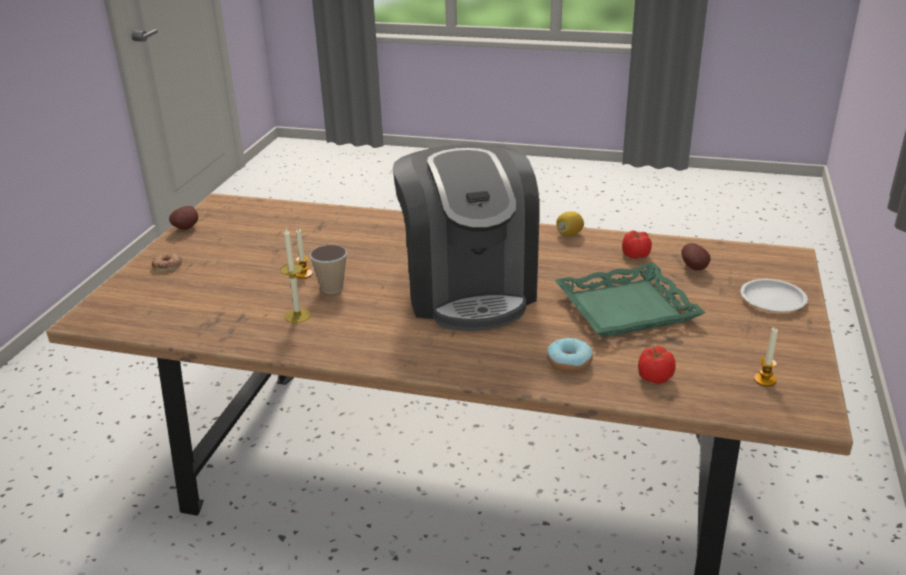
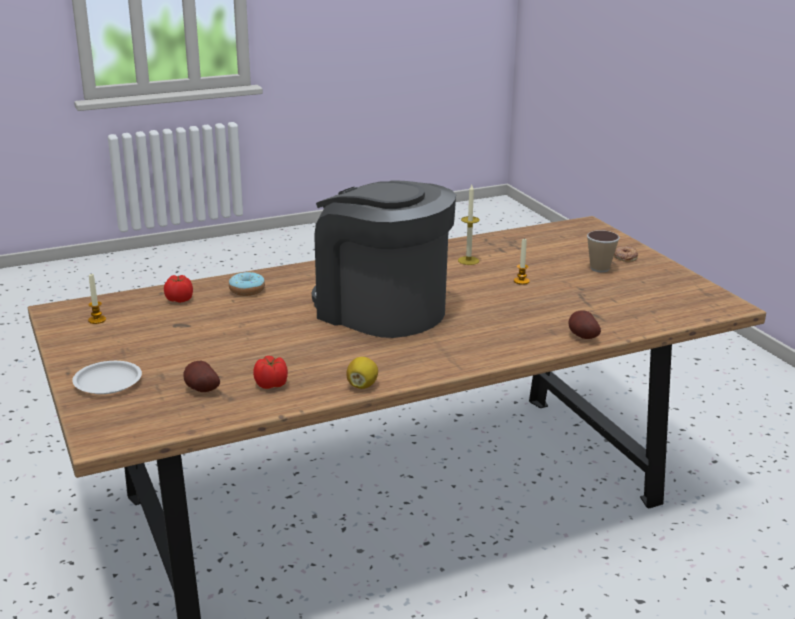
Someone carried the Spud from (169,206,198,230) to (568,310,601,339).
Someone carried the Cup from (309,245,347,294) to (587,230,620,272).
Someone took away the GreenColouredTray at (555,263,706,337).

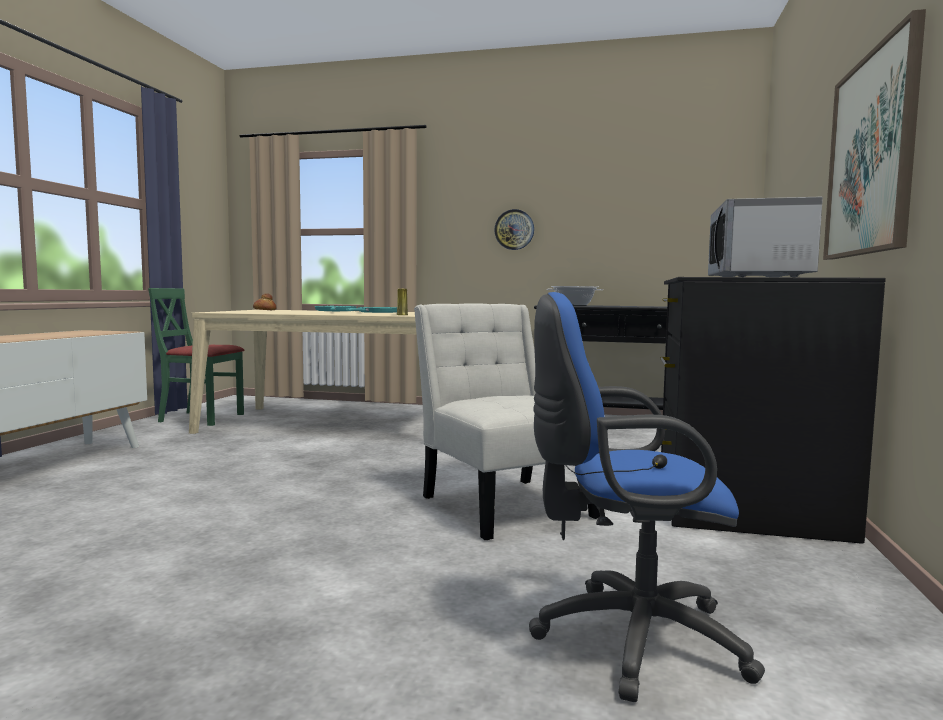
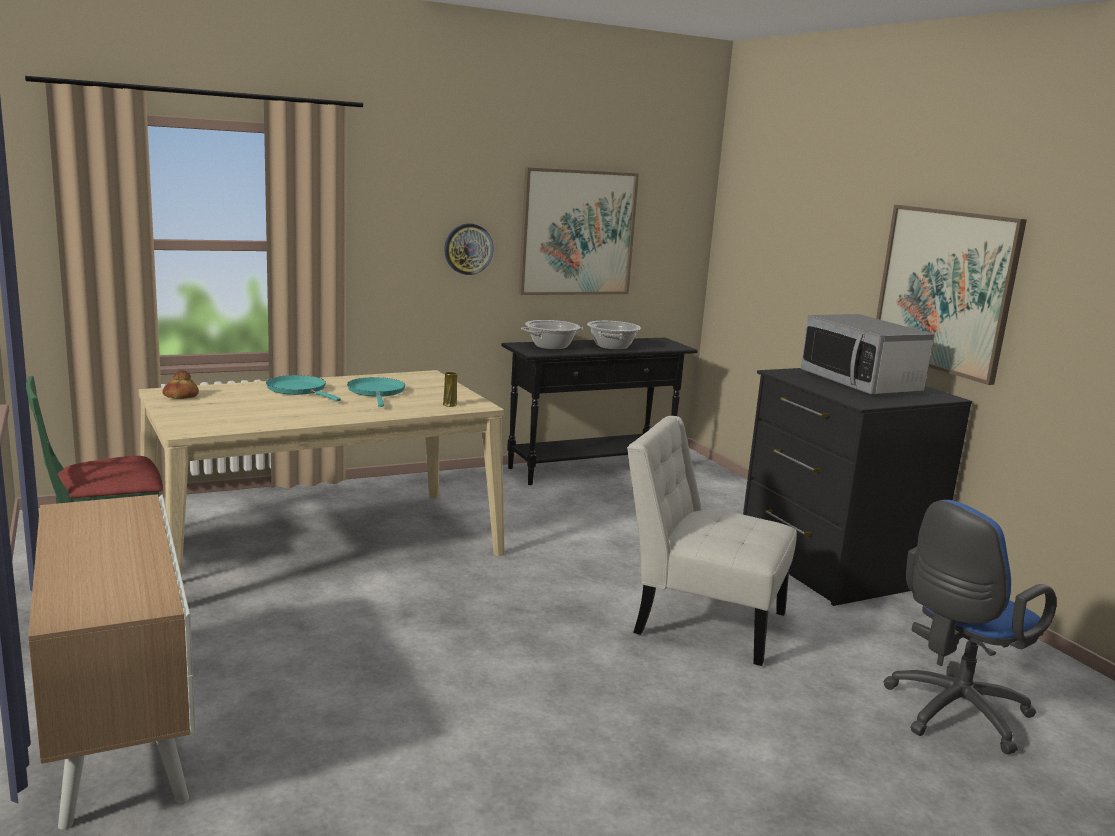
Someone put up the WallPicture at (519,167,639,295).
Someone put down the Stockpot at (587,321,641,350).

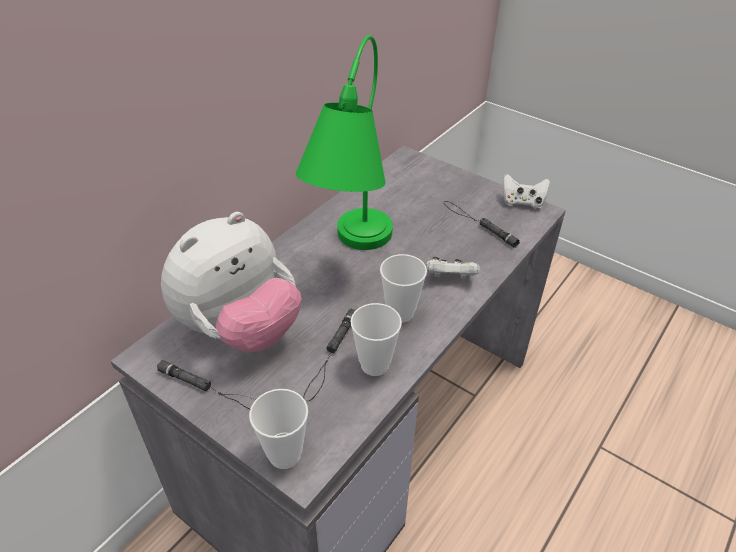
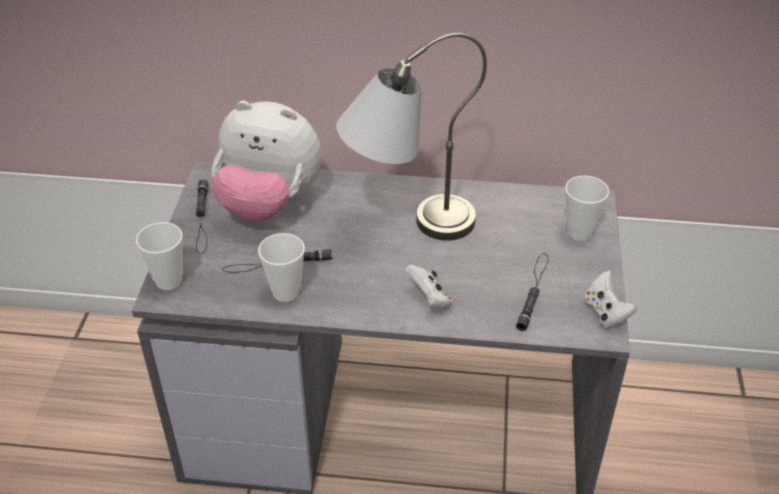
Someone repainted the GreenColouredLampForATable at (296,35,393,250), which became the GreyLampForATable at (336,33,487,241).
Someone carried the Cup from (380,254,427,323) to (565,175,609,241).

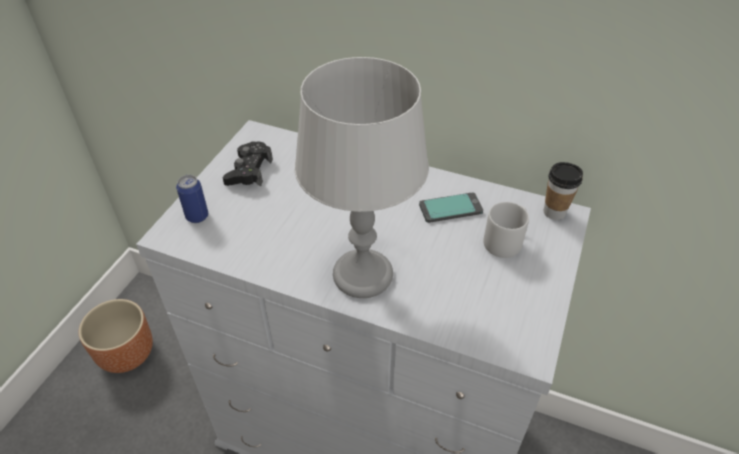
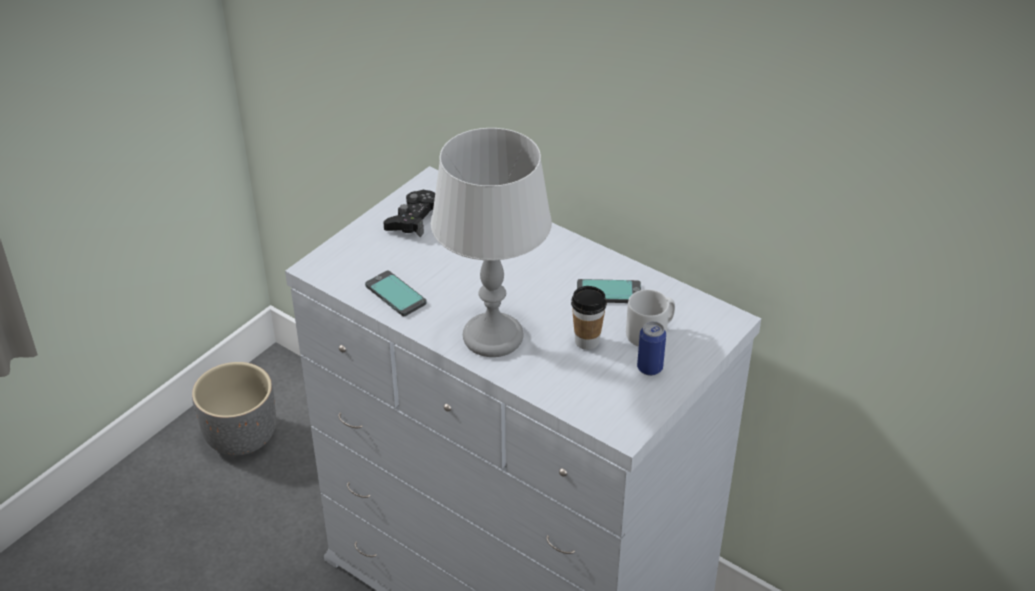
Someone carried the Cup from (544,162,583,220) to (571,286,607,350).
Someone carried the MetalCan from (176,175,208,223) to (637,321,666,376).
Someone repainted the BrownishFlowerPot at (79,299,153,373), which became the GreyFlowerPot at (192,362,276,455).
Someone put down the Handset at (365,271,427,316).

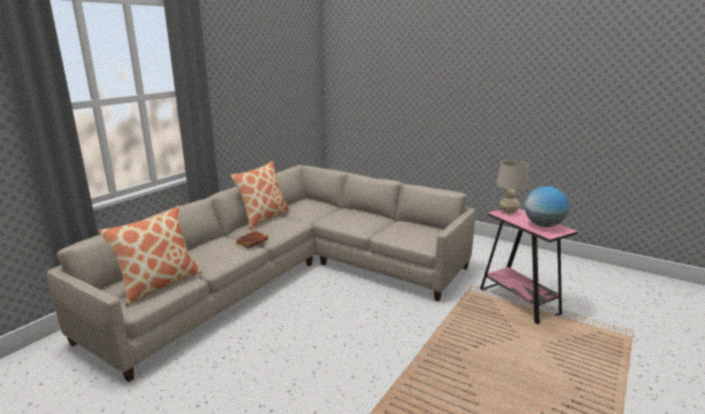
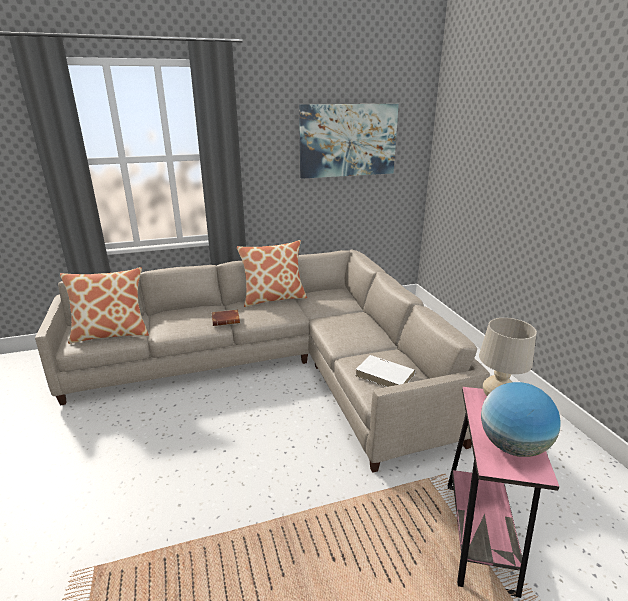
Someone put up the WallPicture at (299,104,399,179).
Someone put down the WhitishVolume at (355,355,415,387).

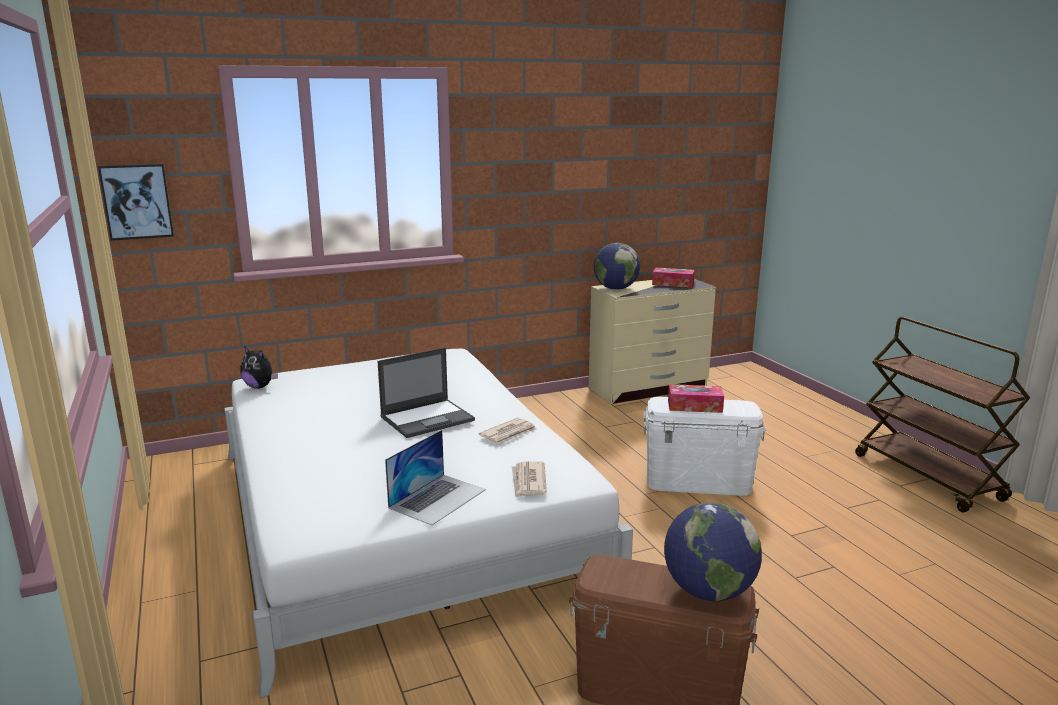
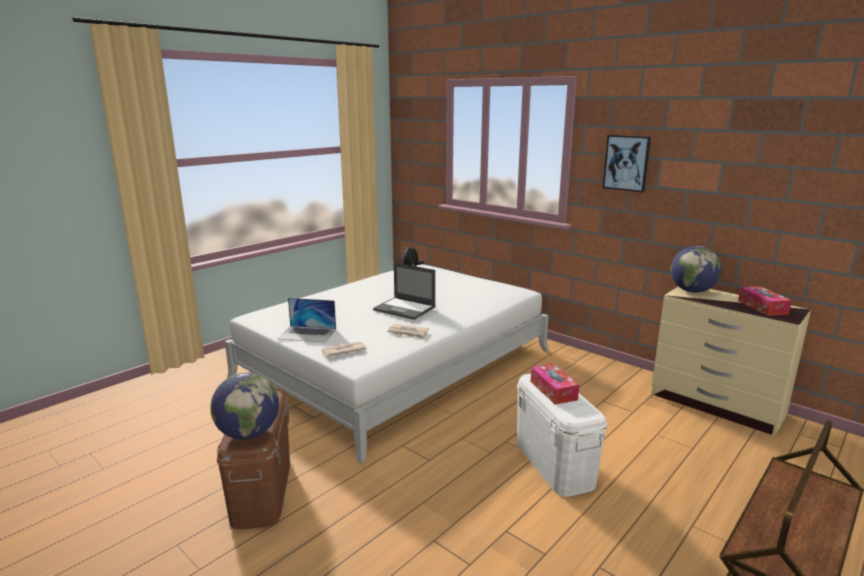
Someone carried the WallPicture from (98,164,174,241) to (603,135,651,192).

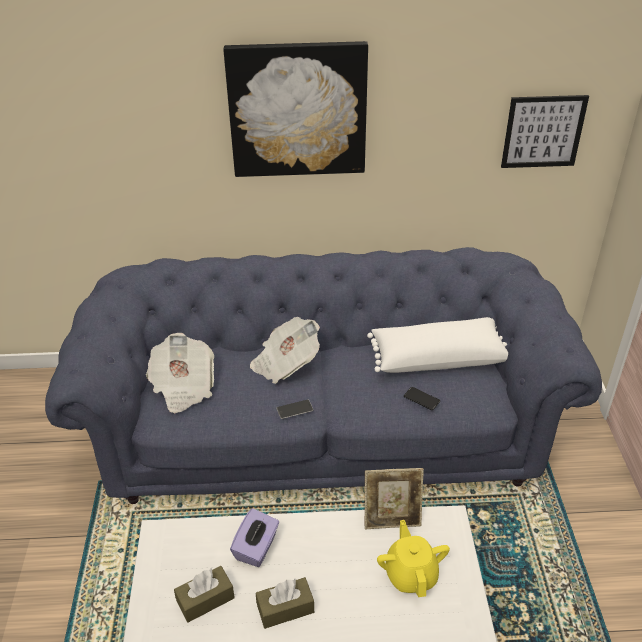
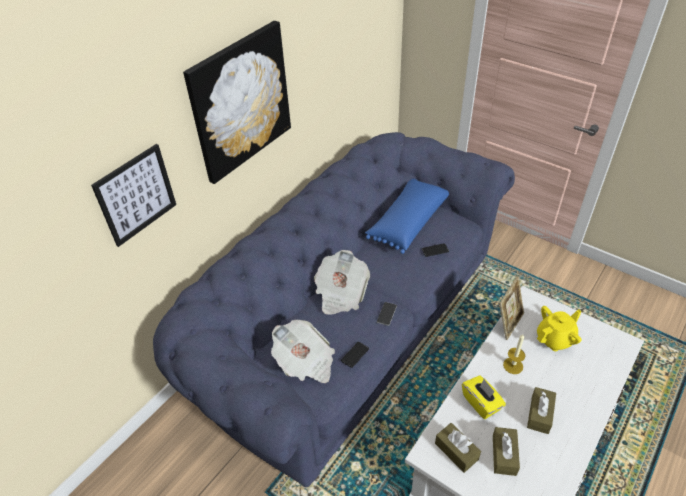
Someone carried the WallPicture from (501,95,589,168) to (91,144,176,247).
Someone repainted the WhitishThrowPillow at (367,317,508,373), which became the BluishThrowPillow at (365,179,449,254).
Someone repainted the PurpleBoxOfTissues at (230,508,279,567), which became the YellowishBoxOfTissues at (462,375,506,419).
Someone rotated the YellowishTeaPot at (377,520,450,597) by 120 degrees clockwise.
Someone put down the WaxCandle at (503,334,525,374).
Someone put down the Handset at (341,342,369,368).
Someone put down the BrownishBoxOfTissues at (435,423,481,473).

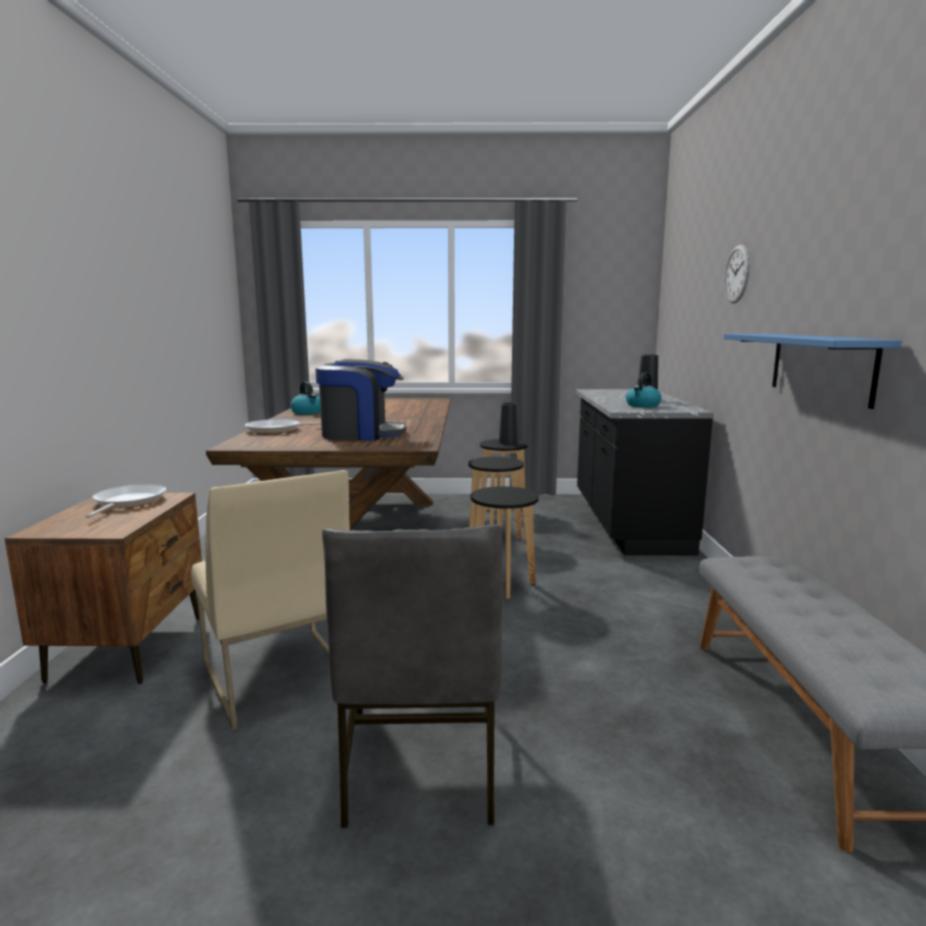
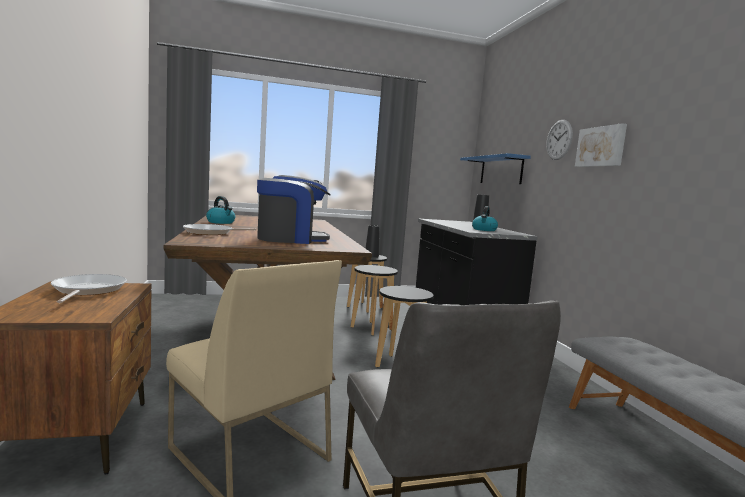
Someone carried the BluishWallShelf from (724,334,902,409) to (460,153,531,184).
Someone put up the WallPicture at (575,123,627,167).

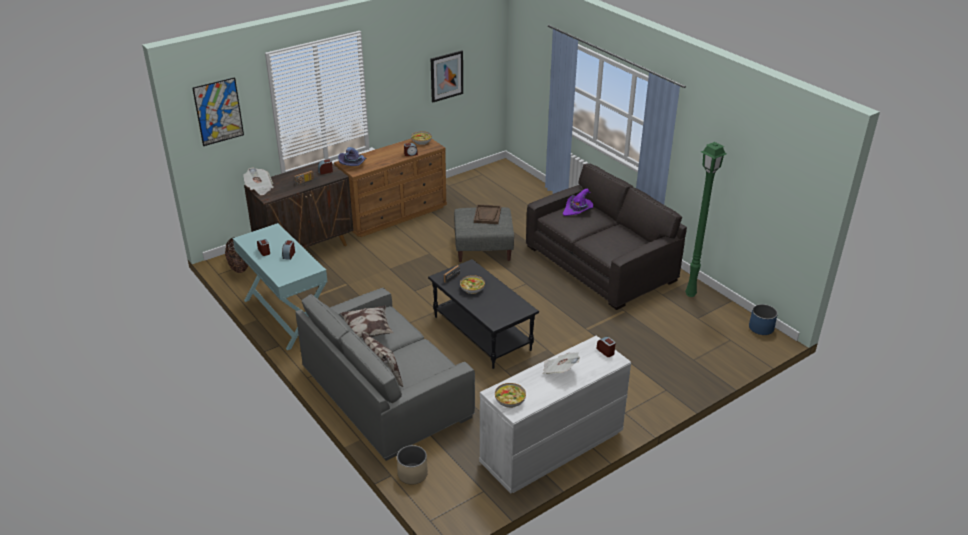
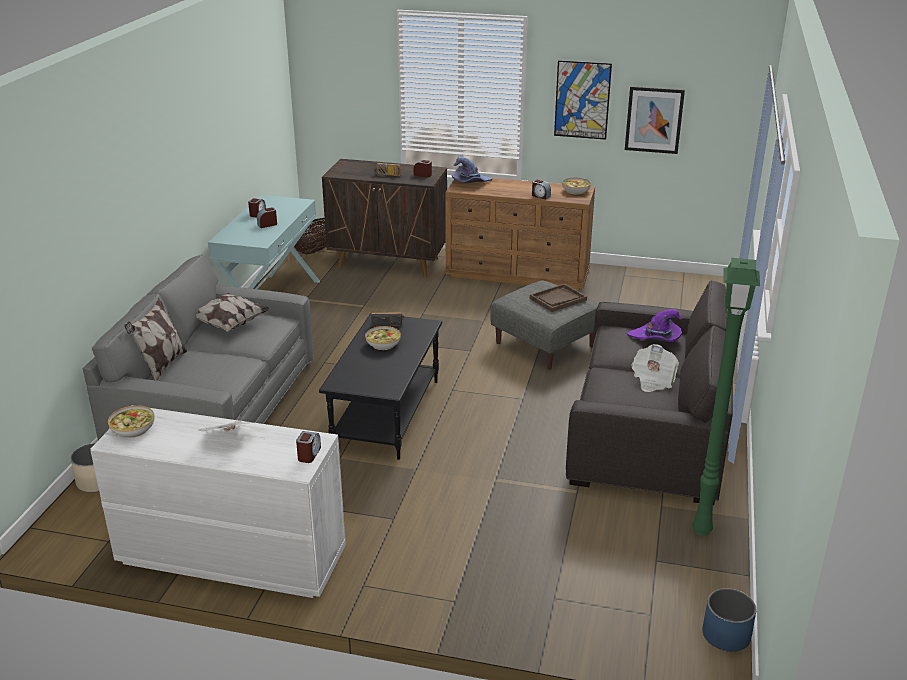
Someone carried the WallPicture from (192,77,244,146) to (554,60,612,140).
Someone carried the PrintedPaper from (243,168,274,195) to (631,344,679,392).

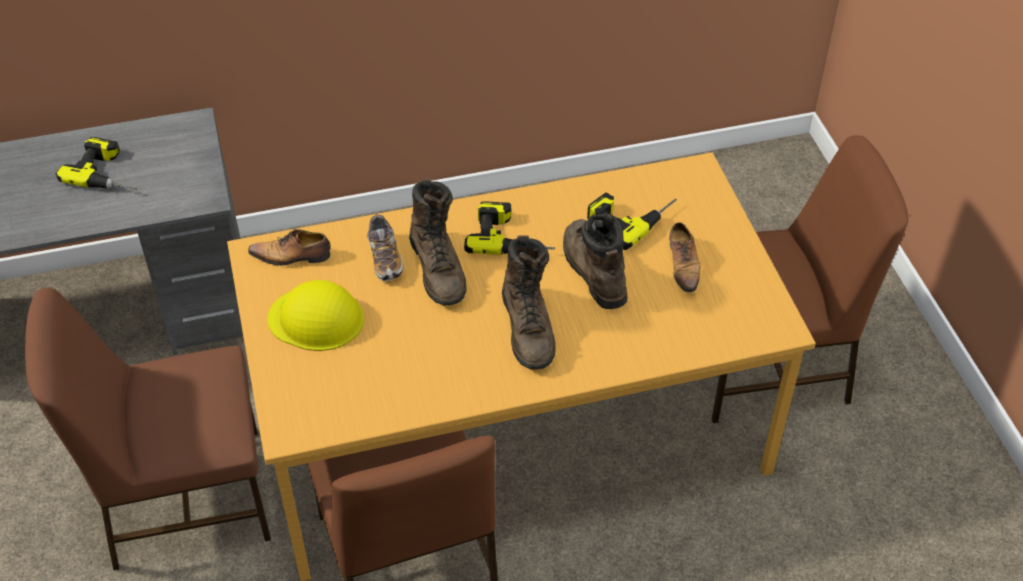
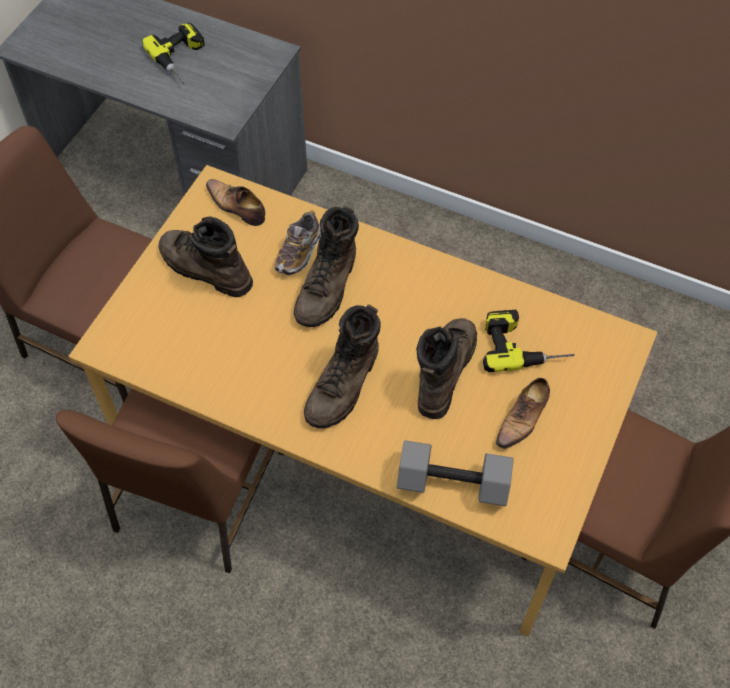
Someone took away the PowerDrill at (464,201,555,255).
Someone swapped the YellowishWorkHelmet at (267,280,364,351) for the BrownishBoot at (158,216,253,297).
Someone put down the GreyDumbbell at (397,440,514,506).

